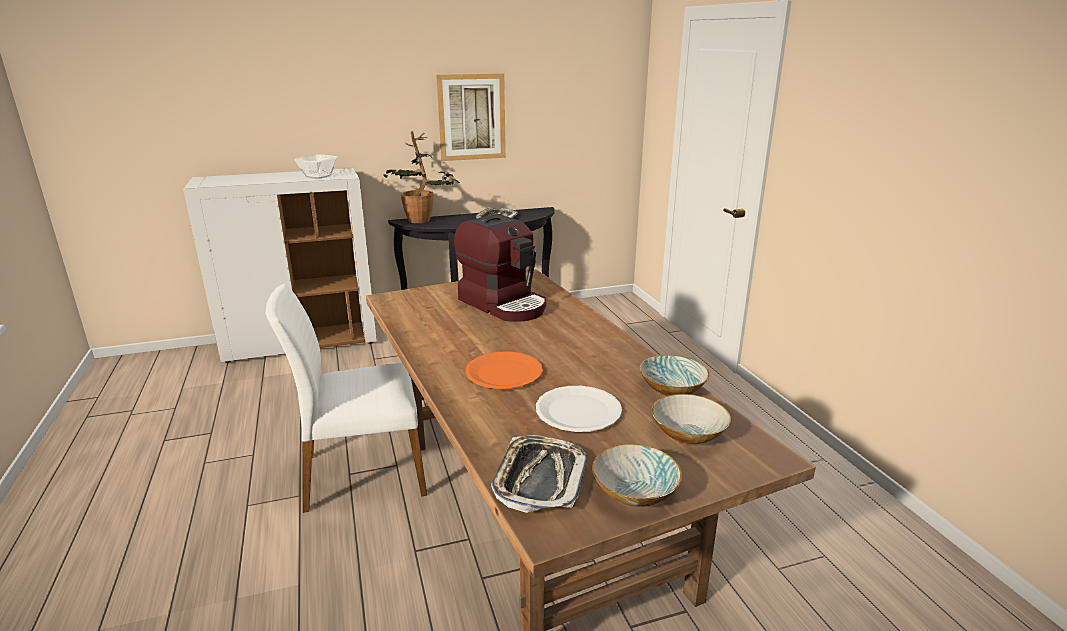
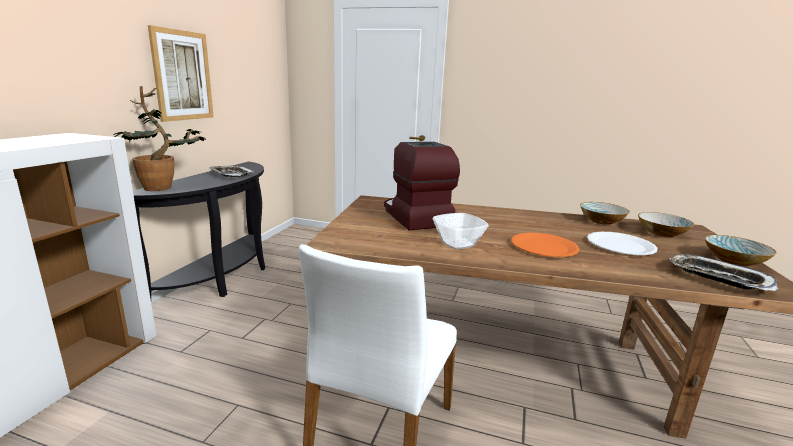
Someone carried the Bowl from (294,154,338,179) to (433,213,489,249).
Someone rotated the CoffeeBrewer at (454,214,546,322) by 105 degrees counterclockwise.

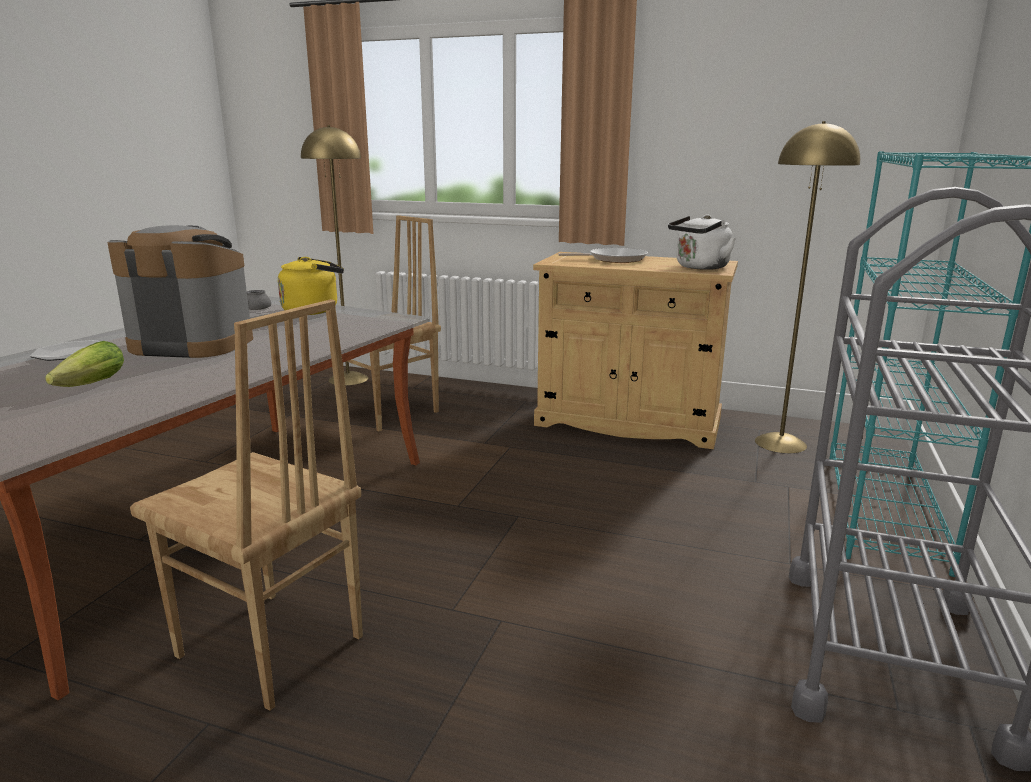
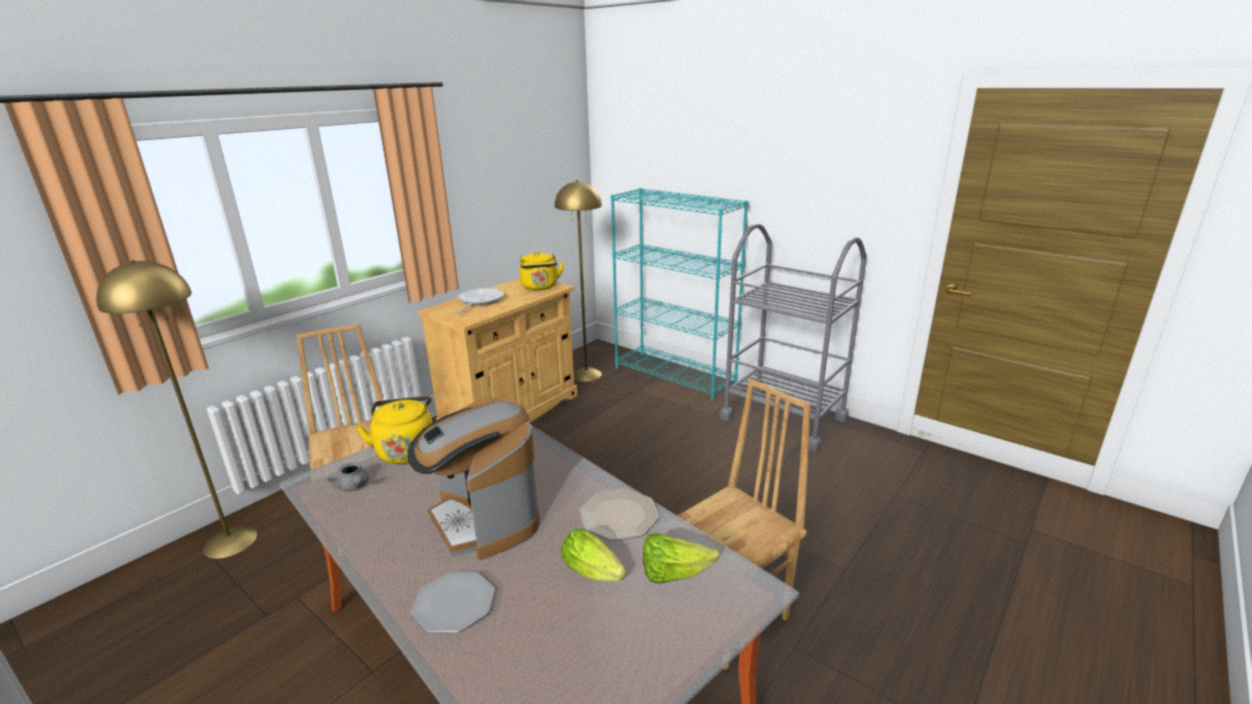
Someone repainted the WhitishWaterKettle at (668,214,736,270), which became the YellowishWaterKettle at (519,252,564,290).
Someone rotated the CoffeeBrewer at (107,225,253,358) by 60 degrees counterclockwise.
Someone put down the FlatDish at (579,489,659,541).
Someone put down the LettuceHead at (643,533,720,584).

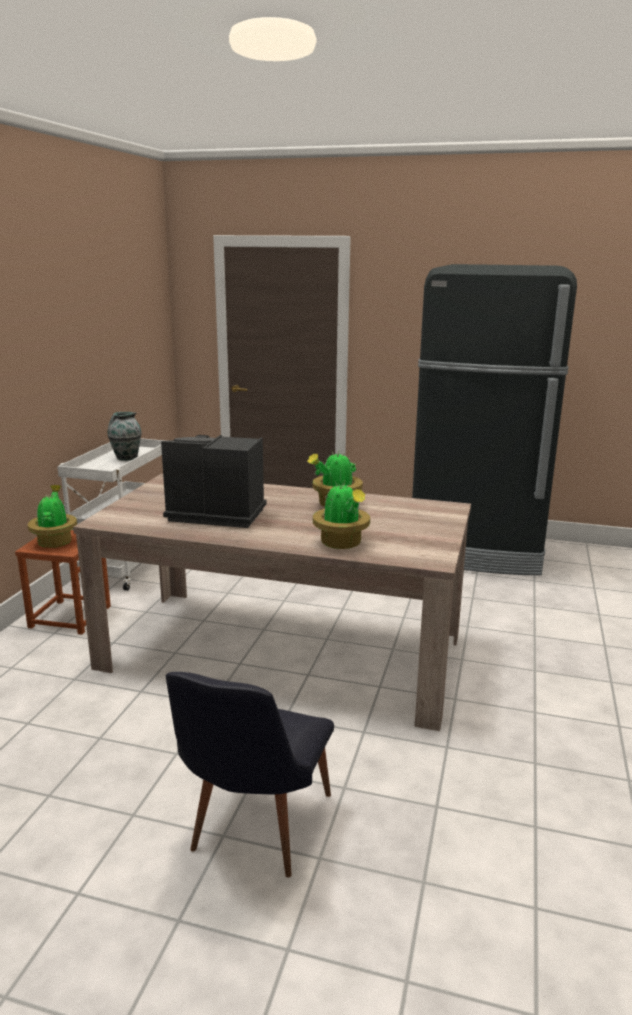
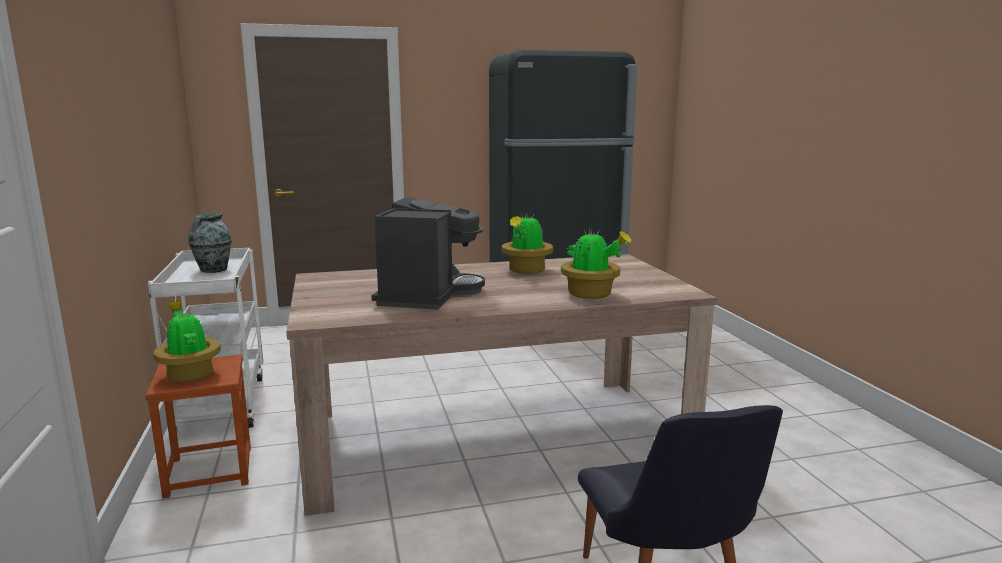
Someone rotated the CoffeeBrewer at (161,435,267,528) by 120 degrees clockwise.

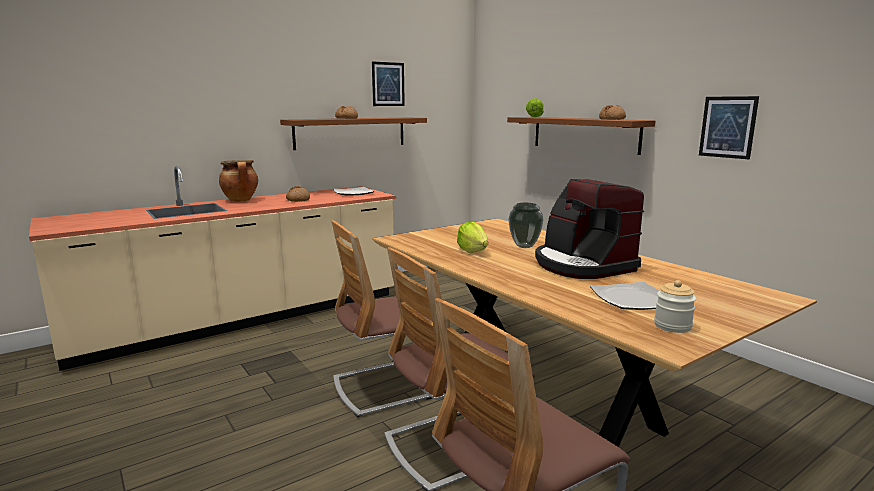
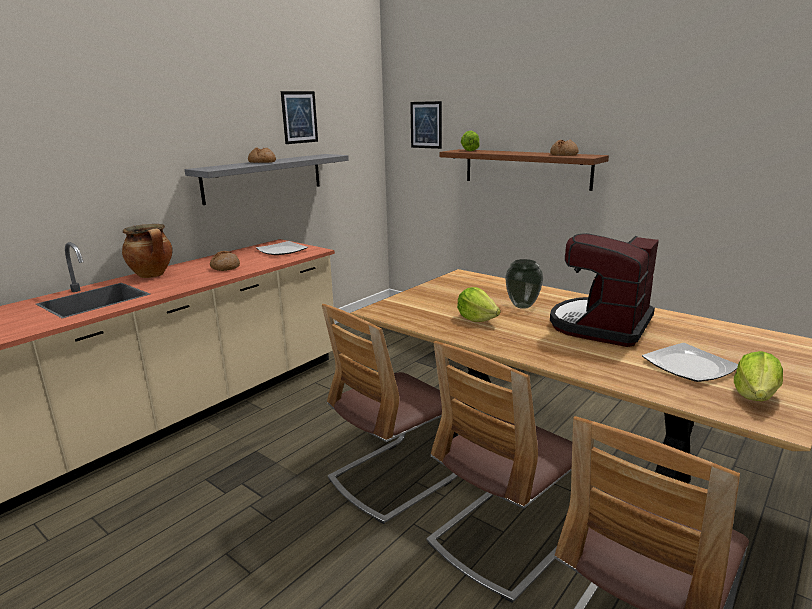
Someone carried the WallPicture from (699,96,759,159) to (410,101,442,149).
Someone repainted the BrownishWallShelf at (280,117,427,150), which became the GreyWallShelf at (185,154,349,205).
Someone rotated the CoffeeBrewer at (535,179,644,279) by 75 degrees clockwise.
Someone swapped the StorageJar at (654,280,696,333) for the LettuceHead at (734,351,783,401).

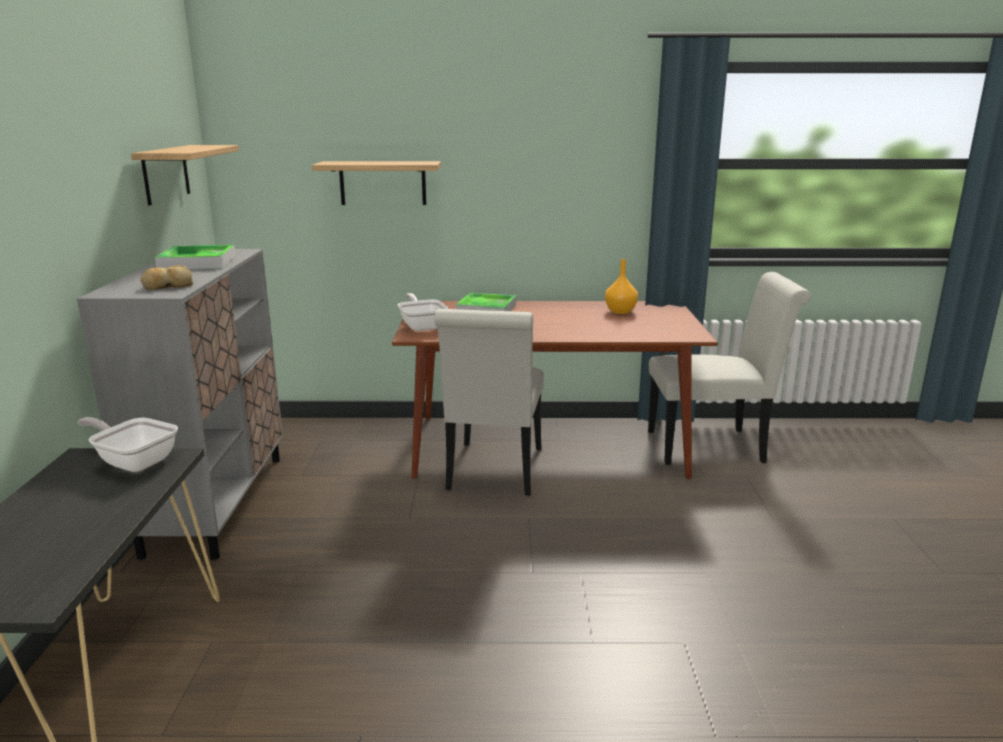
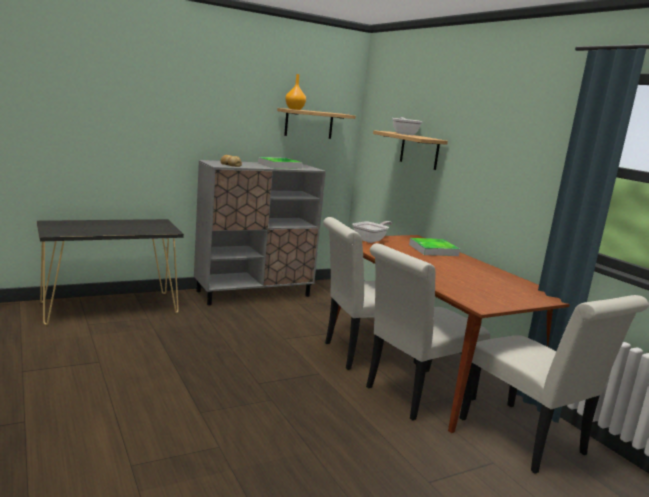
Someone carried the OrangeyDecorativeVase from (605,259,638,314) to (285,74,306,110).
Someone carried the FryingPan from (77,417,178,472) to (392,117,423,135).
Someone put down the WhitishPlainChair at (366,243,490,421).

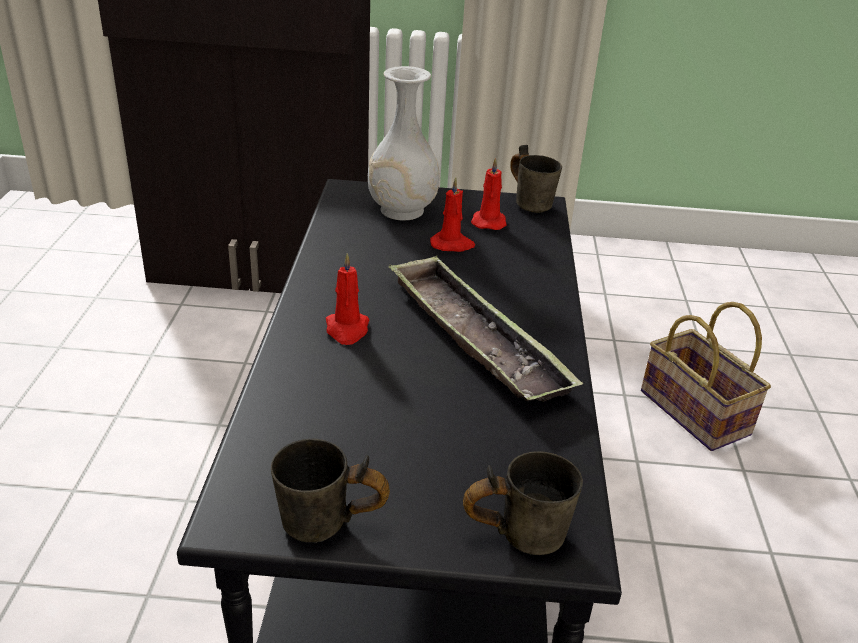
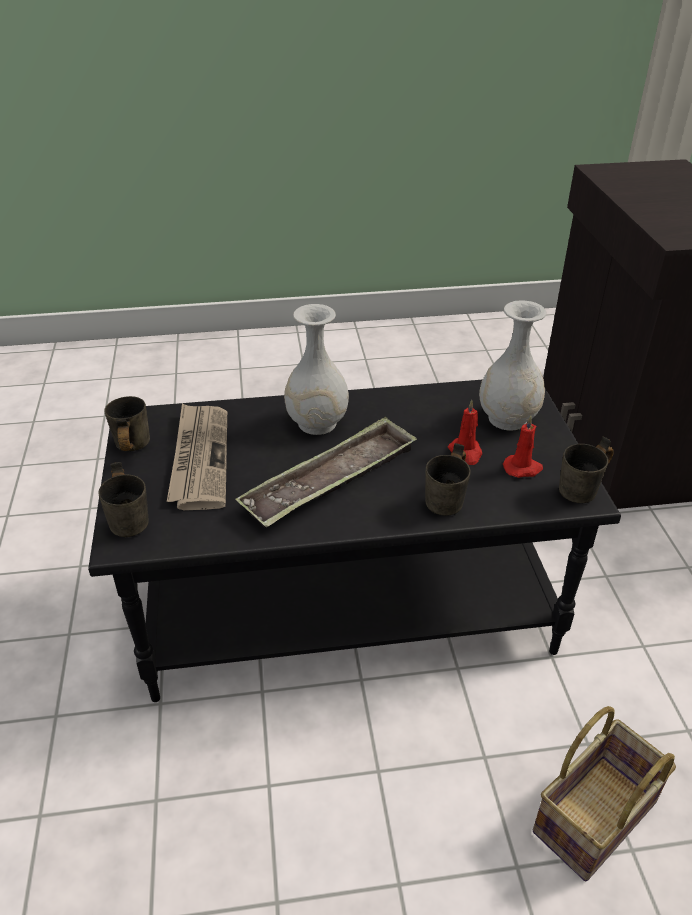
Someone swapped the RedWaxCandle at (326,253,370,345) for the WhitishDecorativeVase at (284,304,349,435).
Someone put down the PrintedPaper at (167,403,227,510).
Someone put down the GreyMug at (425,443,471,516).

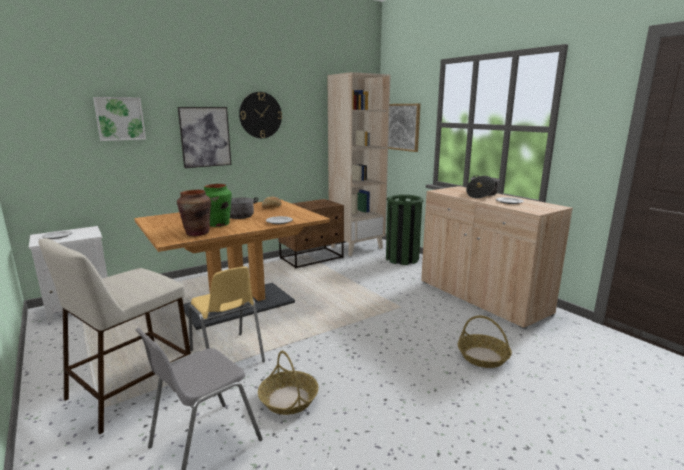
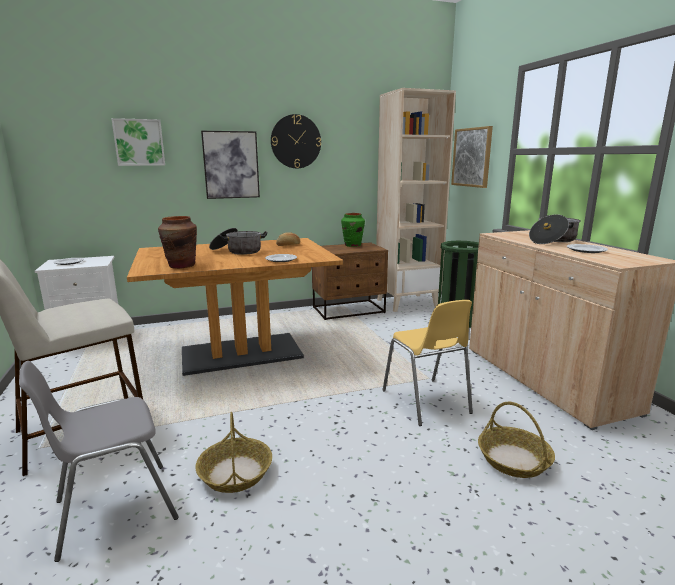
Someone carried the GreenColouredDecorativeVase from (204,184,232,227) to (341,213,365,247).
Someone carried the YellowishPlainChair from (188,266,265,362) to (382,300,473,426).

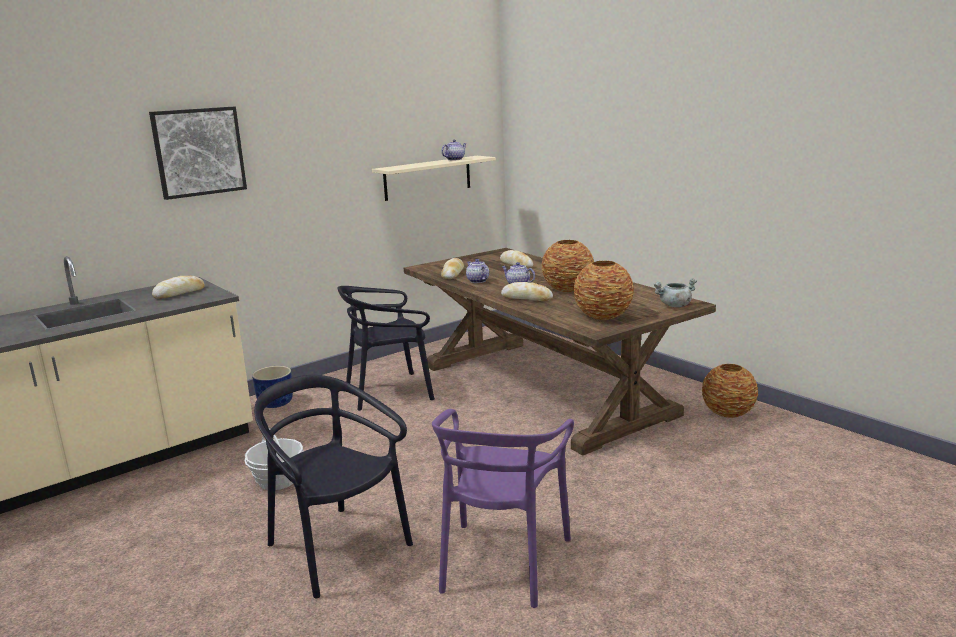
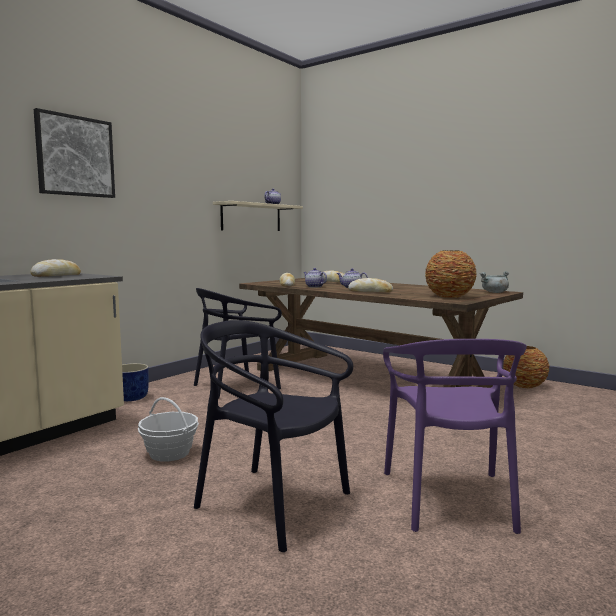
Someone took away the DecorativeVase at (541,240,594,292).

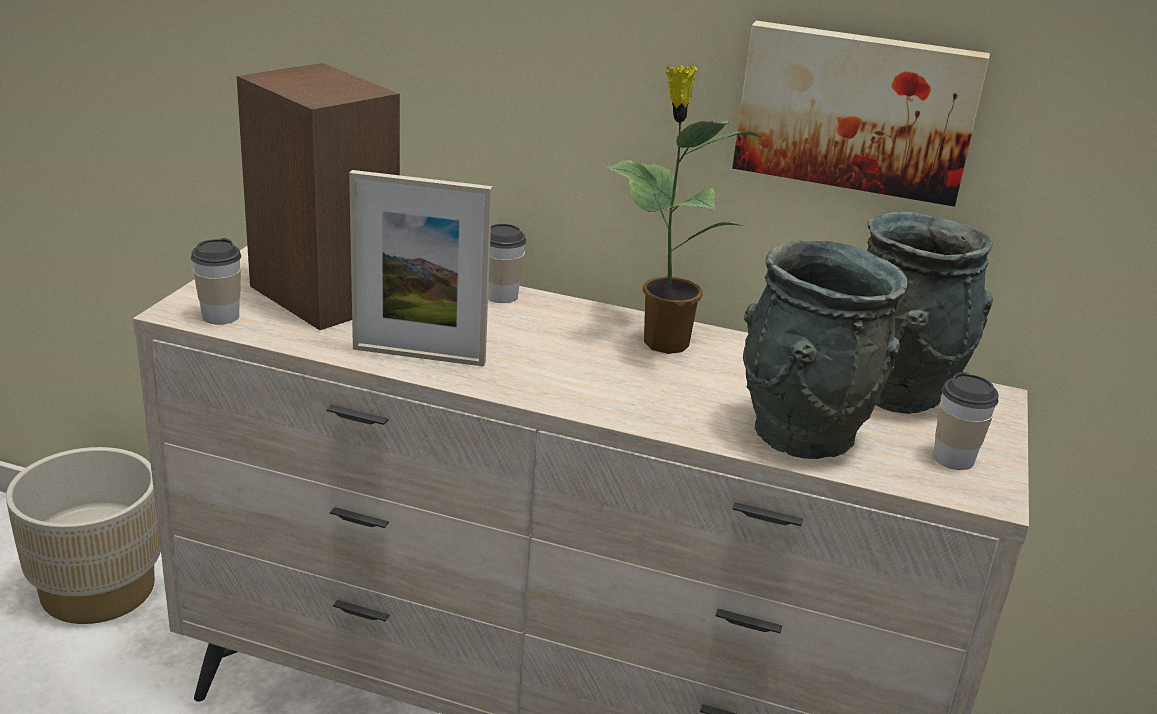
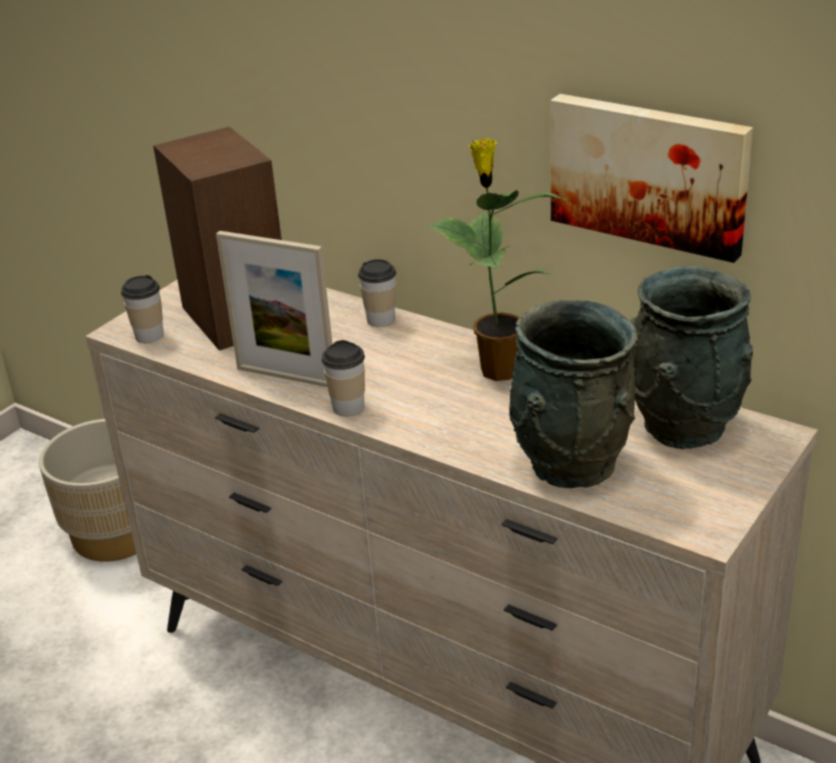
Someone carried the Cup from (933,372,999,470) to (322,340,365,416).

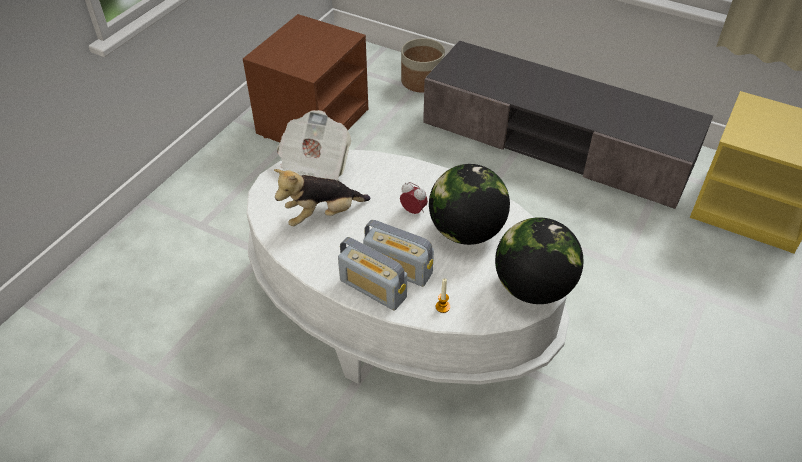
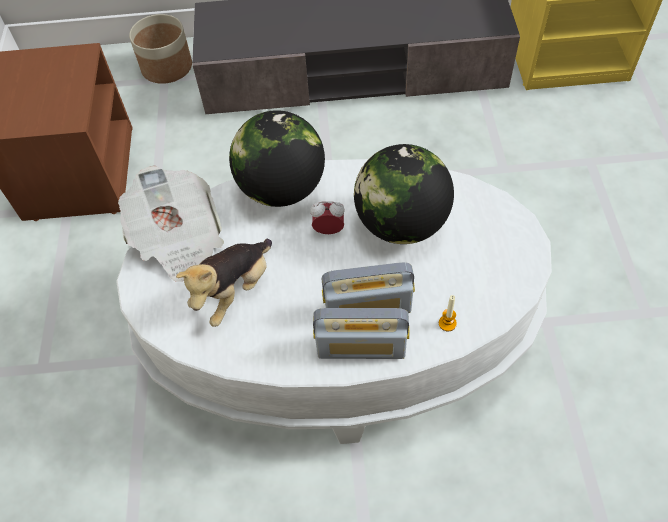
Someone carried the Globe from (495,217,584,304) to (229,110,325,207).

